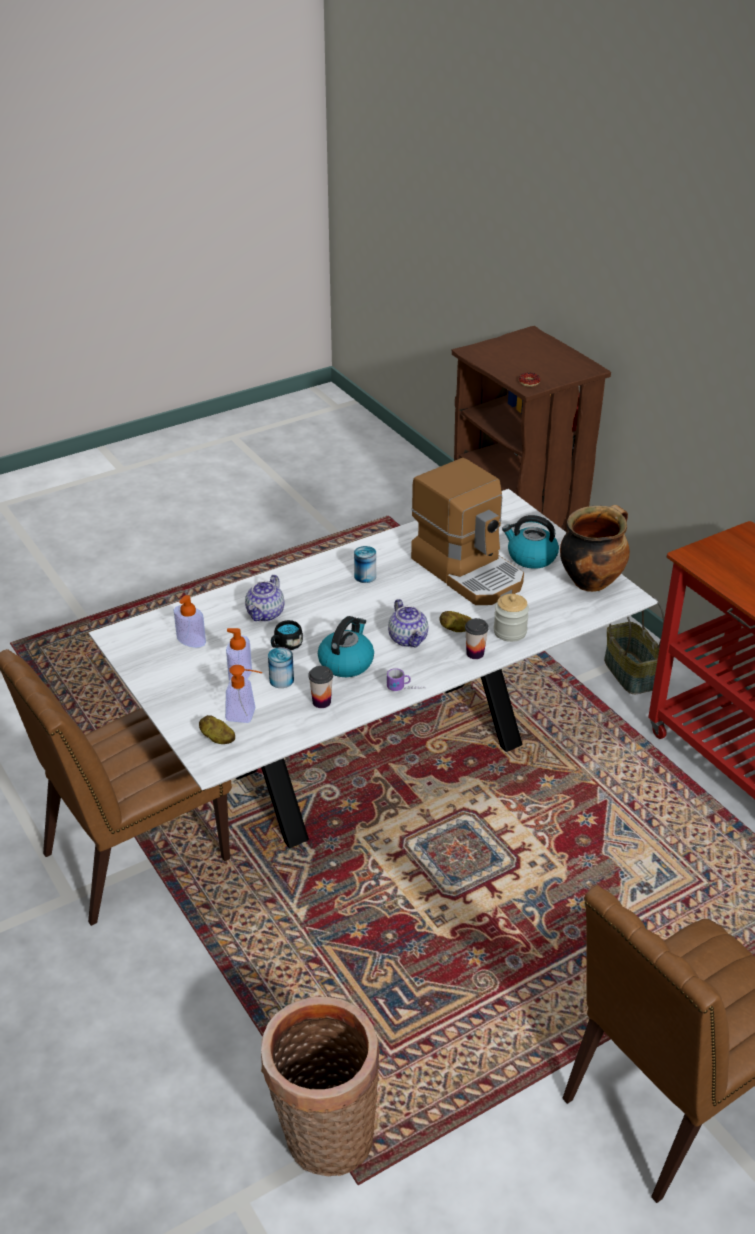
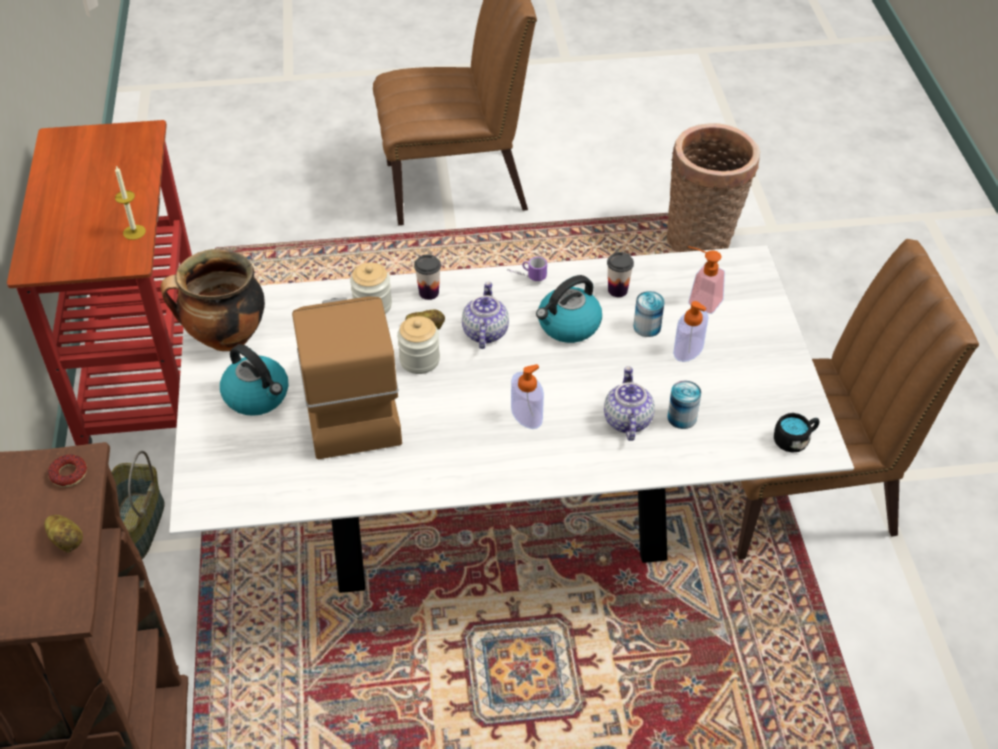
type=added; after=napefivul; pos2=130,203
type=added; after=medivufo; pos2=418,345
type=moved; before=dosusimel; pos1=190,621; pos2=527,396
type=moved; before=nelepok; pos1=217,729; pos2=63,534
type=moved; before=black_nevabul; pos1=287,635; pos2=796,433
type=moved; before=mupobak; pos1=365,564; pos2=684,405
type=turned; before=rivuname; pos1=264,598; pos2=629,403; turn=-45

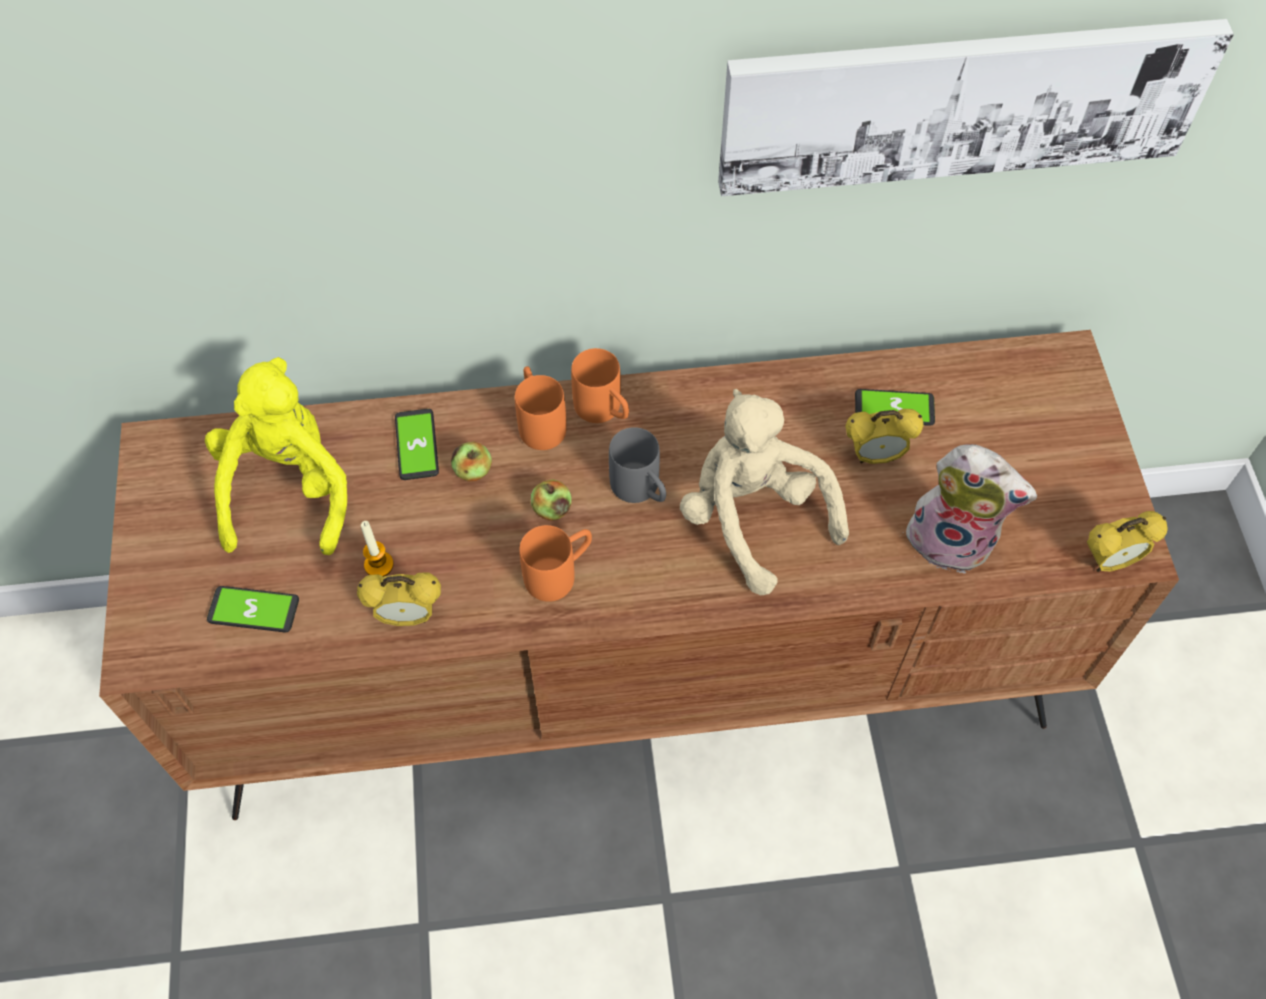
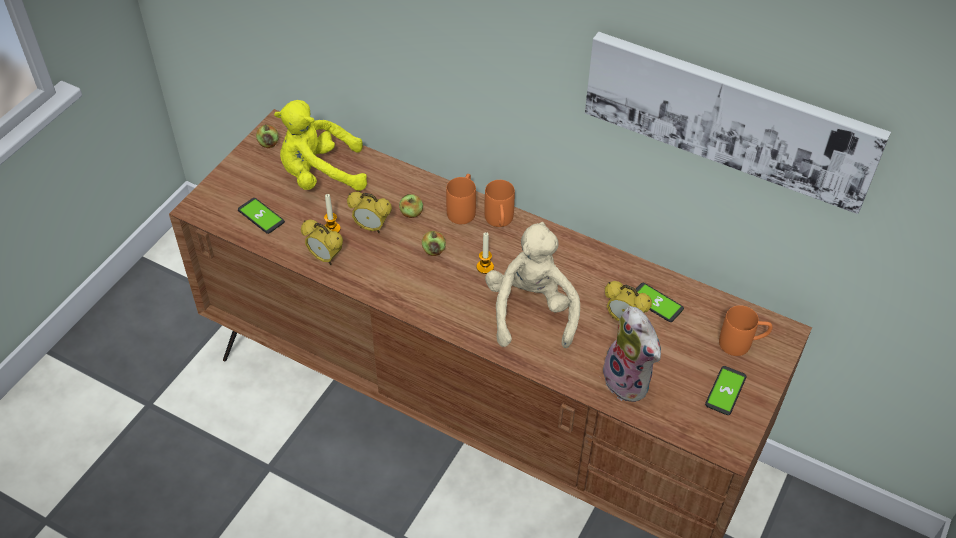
type=added; after=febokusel; pos2=267,136
type=moved; before=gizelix; pos1=417,444; pos2=726,390
type=moved; before=orange_nevabul; pos1=555,563; pos2=746,330
type=moved; before=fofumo; pos1=1127,541; pos2=369,212
type=replaced; before=grey_nevabul; after=napefivul; pos1=637,465; pos2=485,253
type=turned; before=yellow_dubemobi; pos1=276,456; pos2=320,145; turn=-135

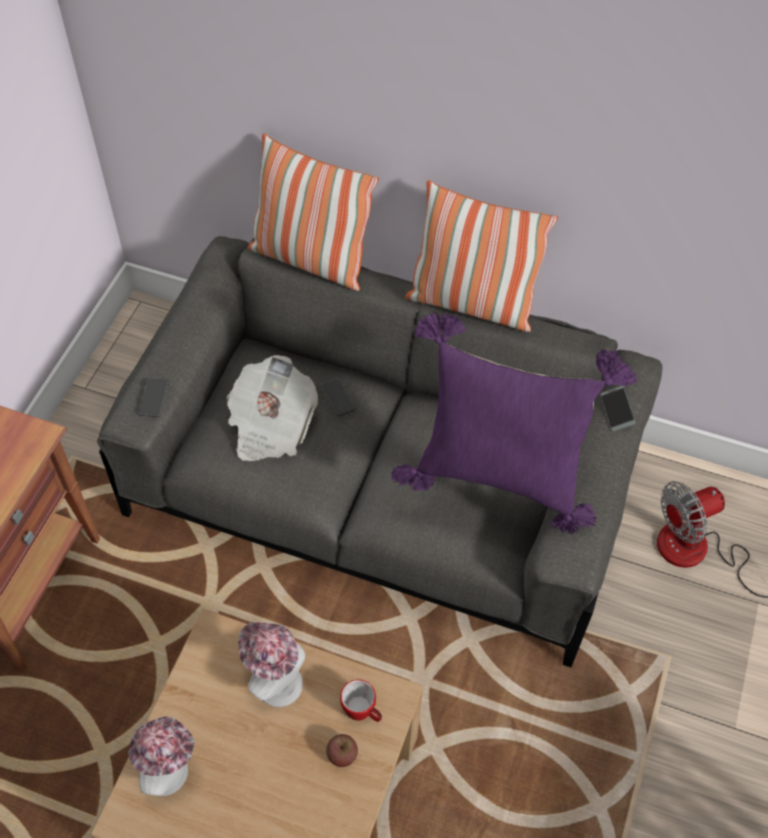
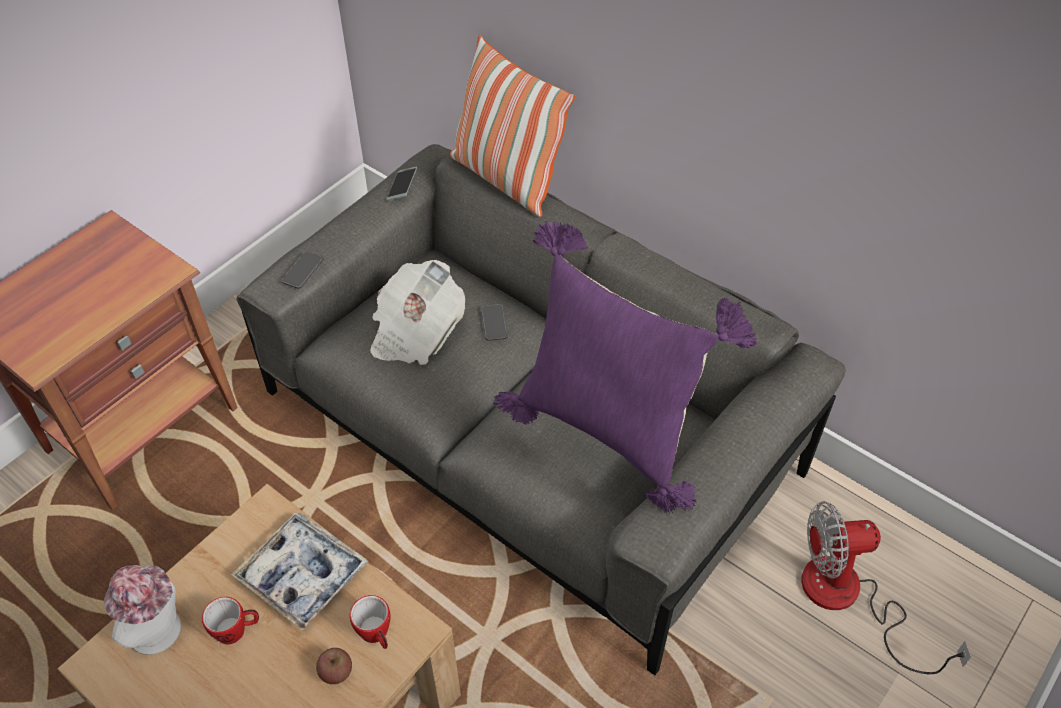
type=removed; before=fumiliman; pos1=481,256
type=added; after=nevabul; pos2=230,620
type=moved; before=gizelix; pos1=618,408; pos2=402,183
type=replaced; before=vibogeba; after=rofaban; pos1=271,664; pos2=299,572

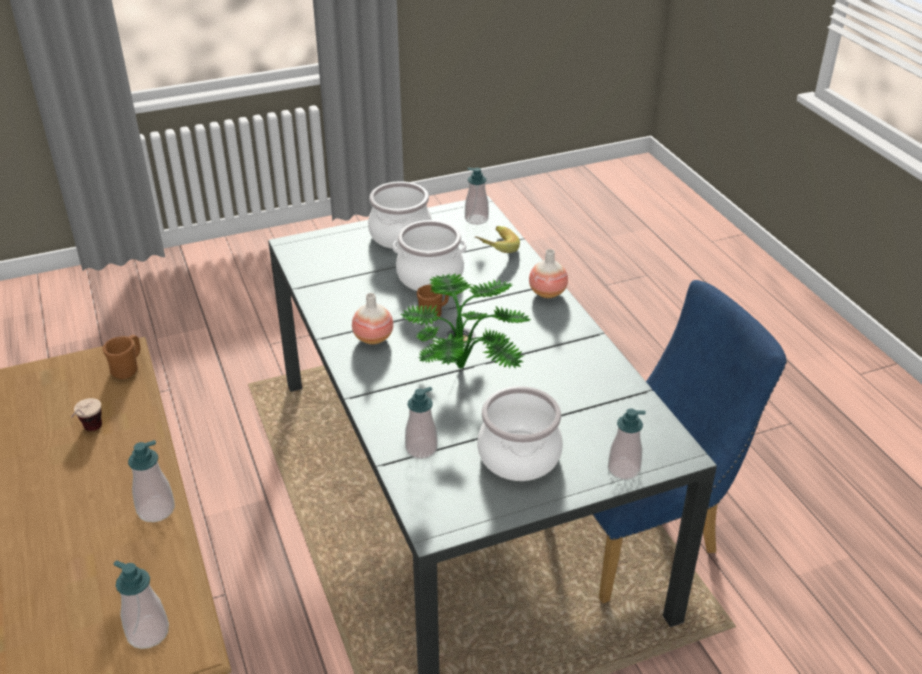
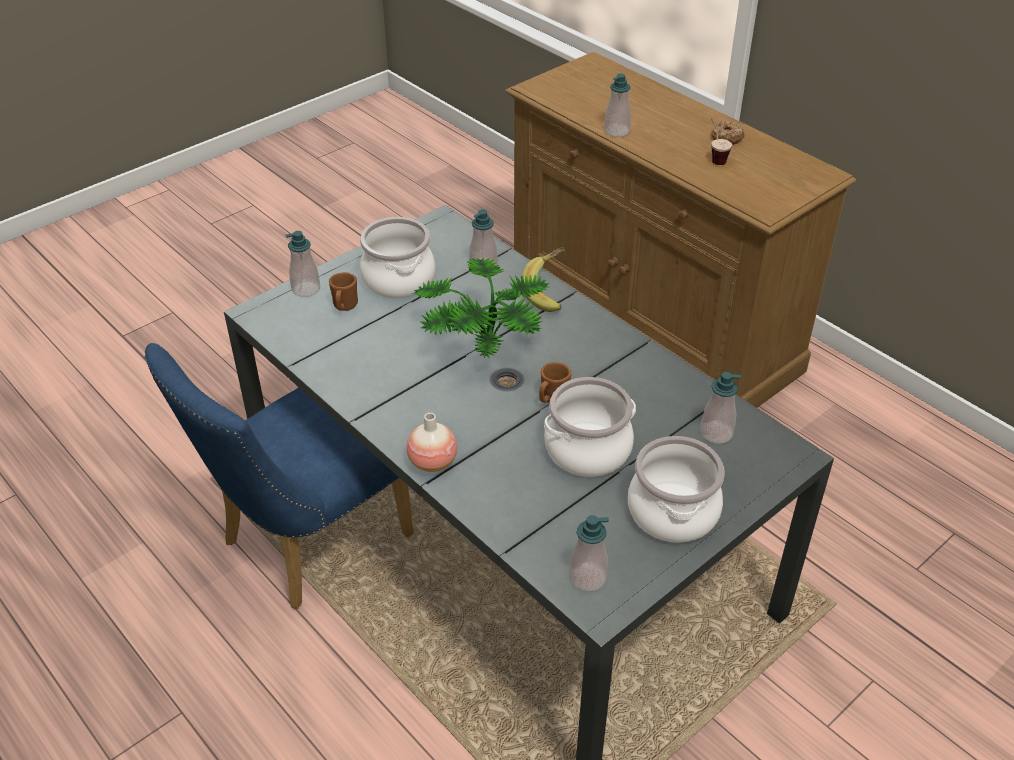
type=removed; before=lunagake; pos1=372,319
type=added; after=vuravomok; pos2=727,133
type=moved; before=brown_nevabul; pos1=121,357; pos2=343,291
type=moved; before=dosusimel; pos1=141,604; pos2=720,408
type=moved; before=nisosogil; pos1=497,239; pos2=543,279

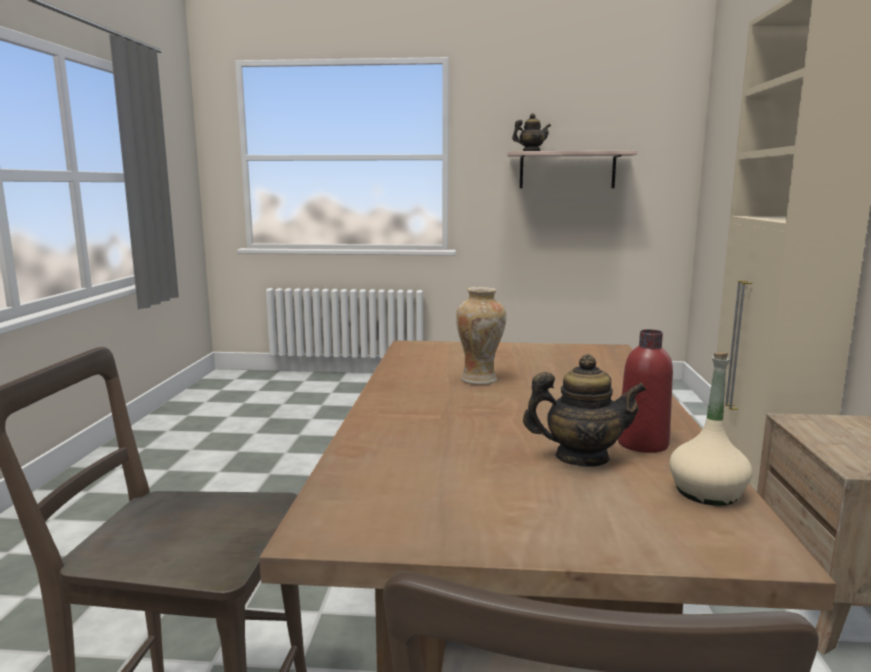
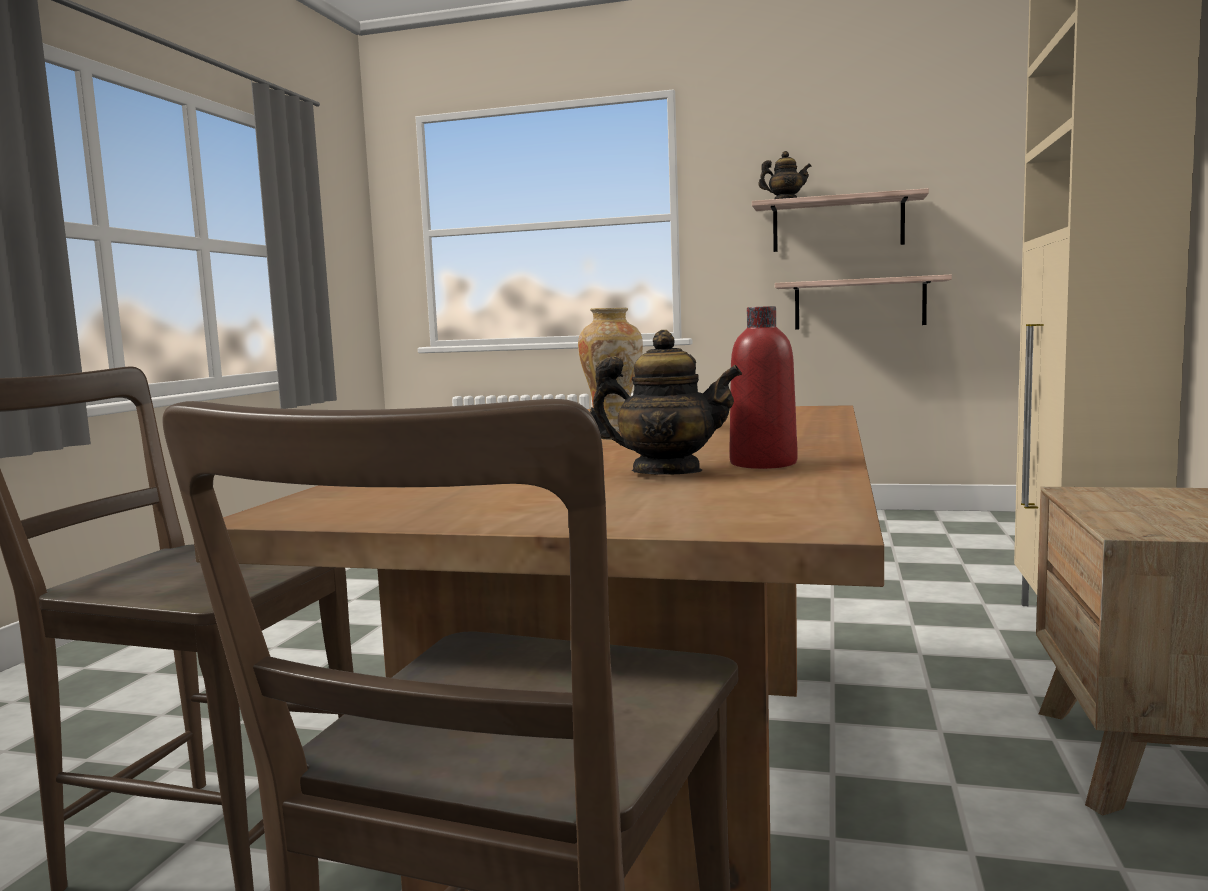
type=removed; before=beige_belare; pos1=711,429
type=added; after=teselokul; pos2=863,302

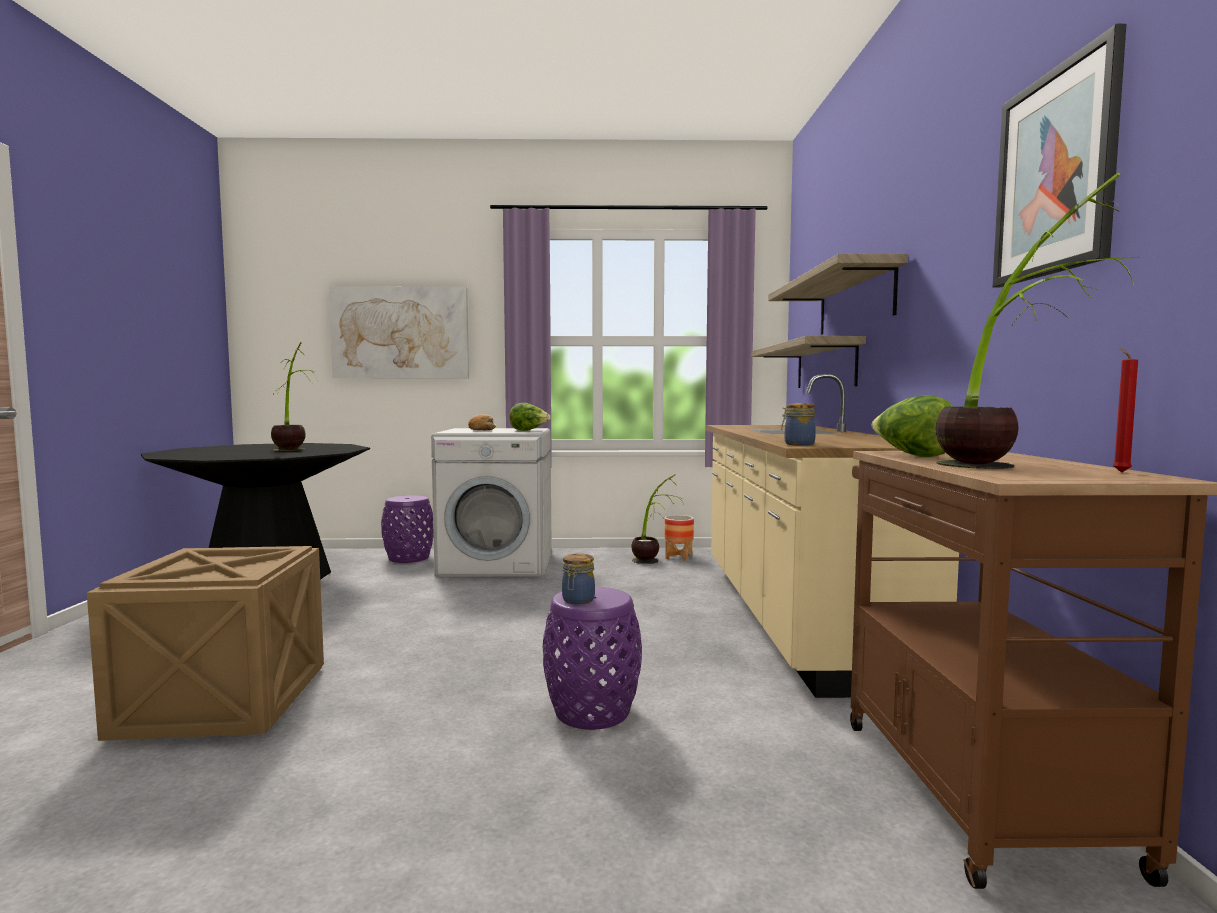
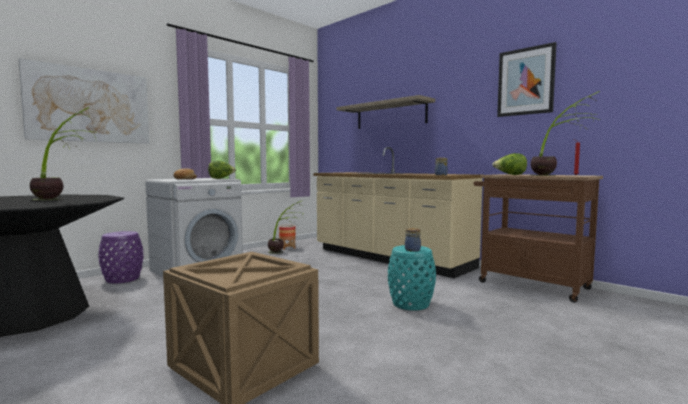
type=removed; before=teselokul; pos1=808,362
type=recoloured; before=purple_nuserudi; after=turquoise_nuserudi; pos1=592,658; pos2=412,278

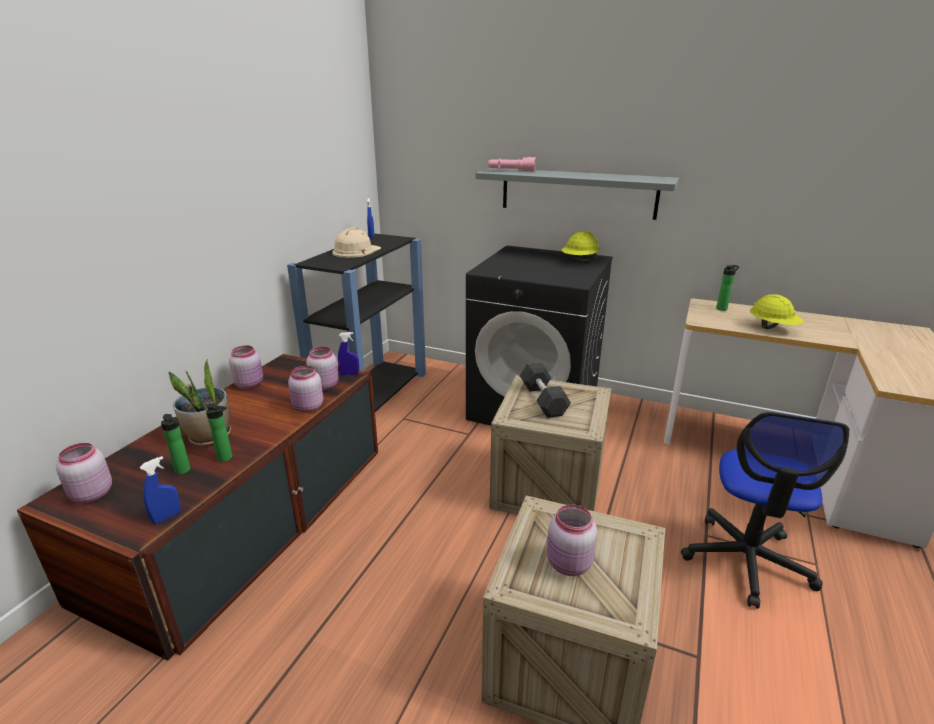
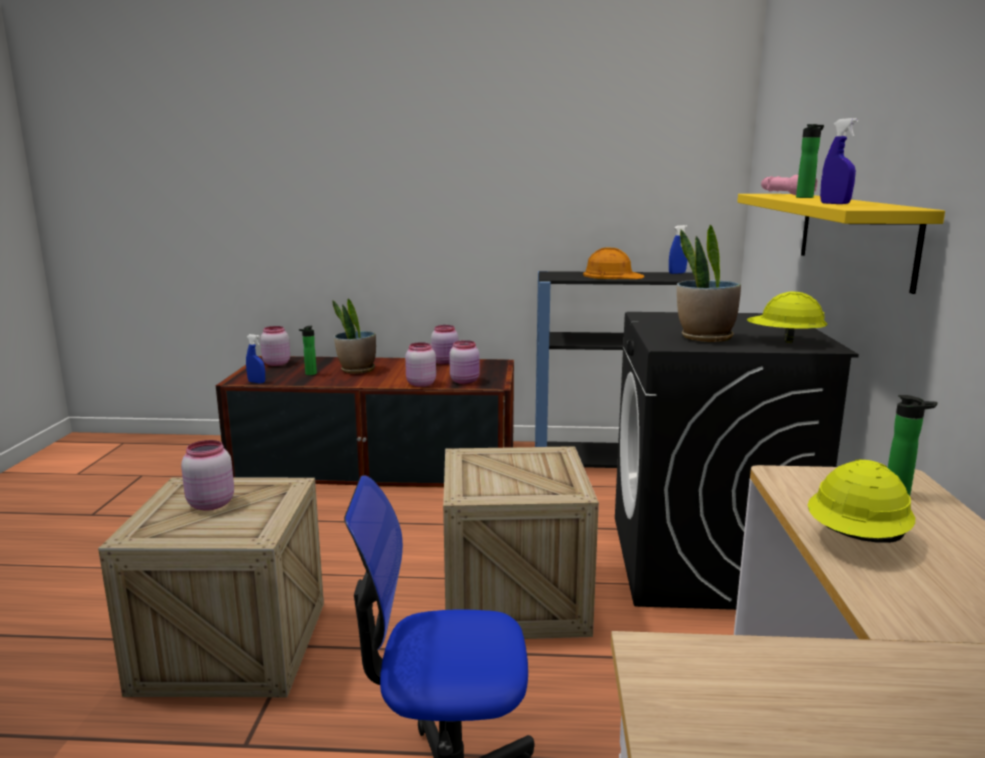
type=removed; before=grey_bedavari; pos1=545,390
type=added; after=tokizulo; pos2=709,283
type=moved; before=belare; pos1=219,433; pos2=810,161
type=moved; before=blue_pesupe; pos1=348,354; pos2=839,161
type=recoloured; before=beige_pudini; after=orange_pudini; pos1=356,242; pos2=613,263
type=recoloured; before=grey_teselokul; after=yellow_teselokul; pos1=577,194; pos2=841,244

